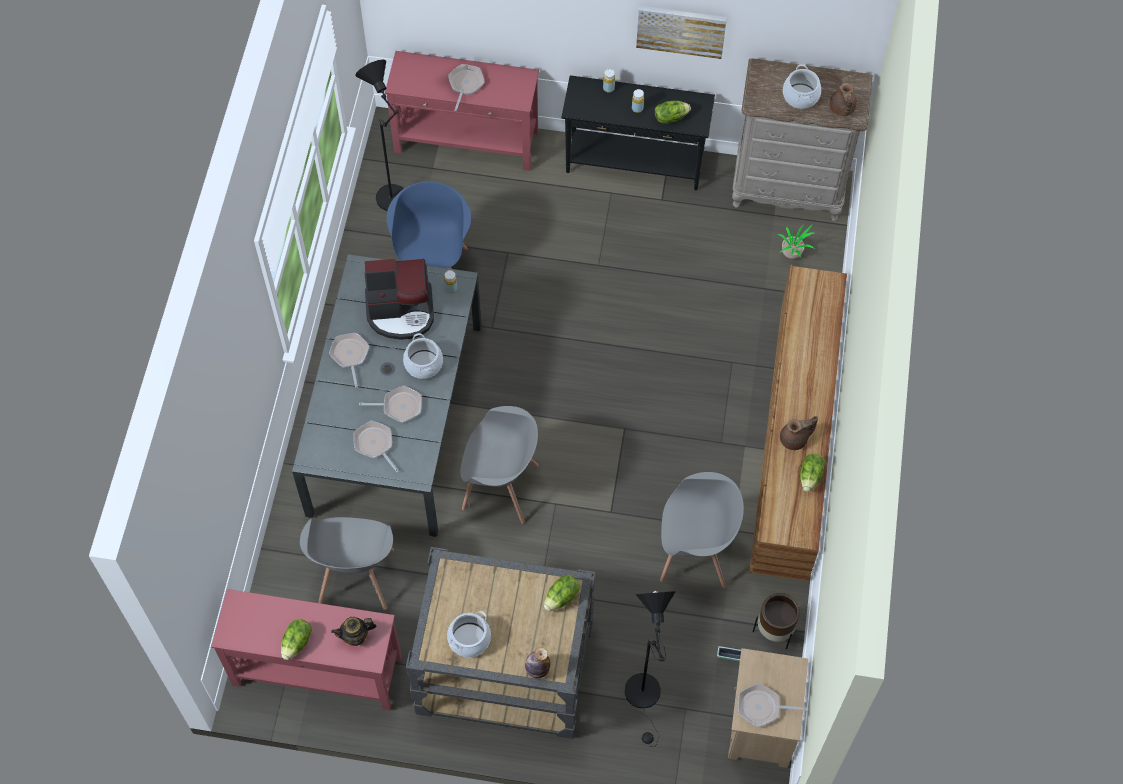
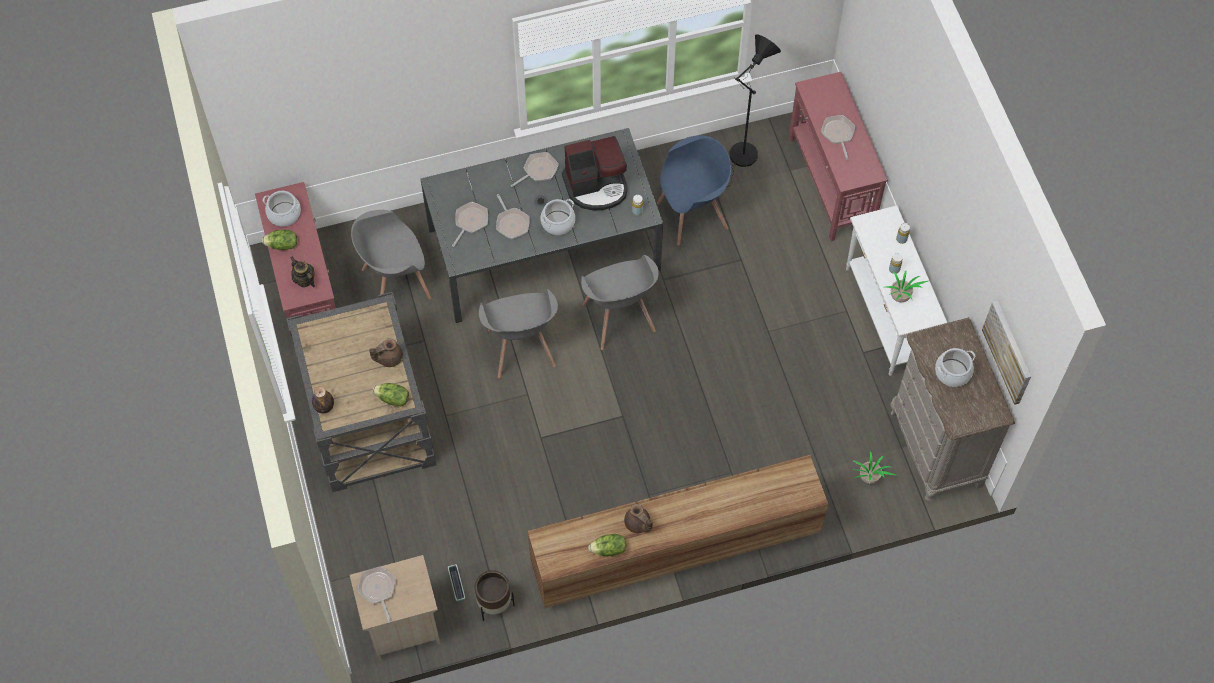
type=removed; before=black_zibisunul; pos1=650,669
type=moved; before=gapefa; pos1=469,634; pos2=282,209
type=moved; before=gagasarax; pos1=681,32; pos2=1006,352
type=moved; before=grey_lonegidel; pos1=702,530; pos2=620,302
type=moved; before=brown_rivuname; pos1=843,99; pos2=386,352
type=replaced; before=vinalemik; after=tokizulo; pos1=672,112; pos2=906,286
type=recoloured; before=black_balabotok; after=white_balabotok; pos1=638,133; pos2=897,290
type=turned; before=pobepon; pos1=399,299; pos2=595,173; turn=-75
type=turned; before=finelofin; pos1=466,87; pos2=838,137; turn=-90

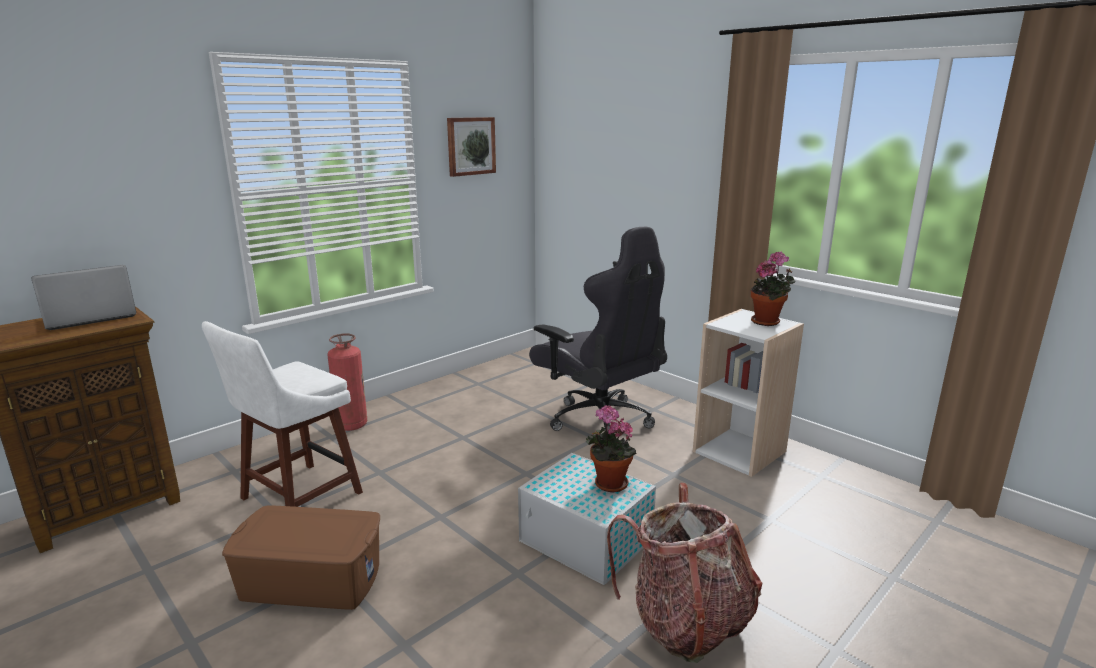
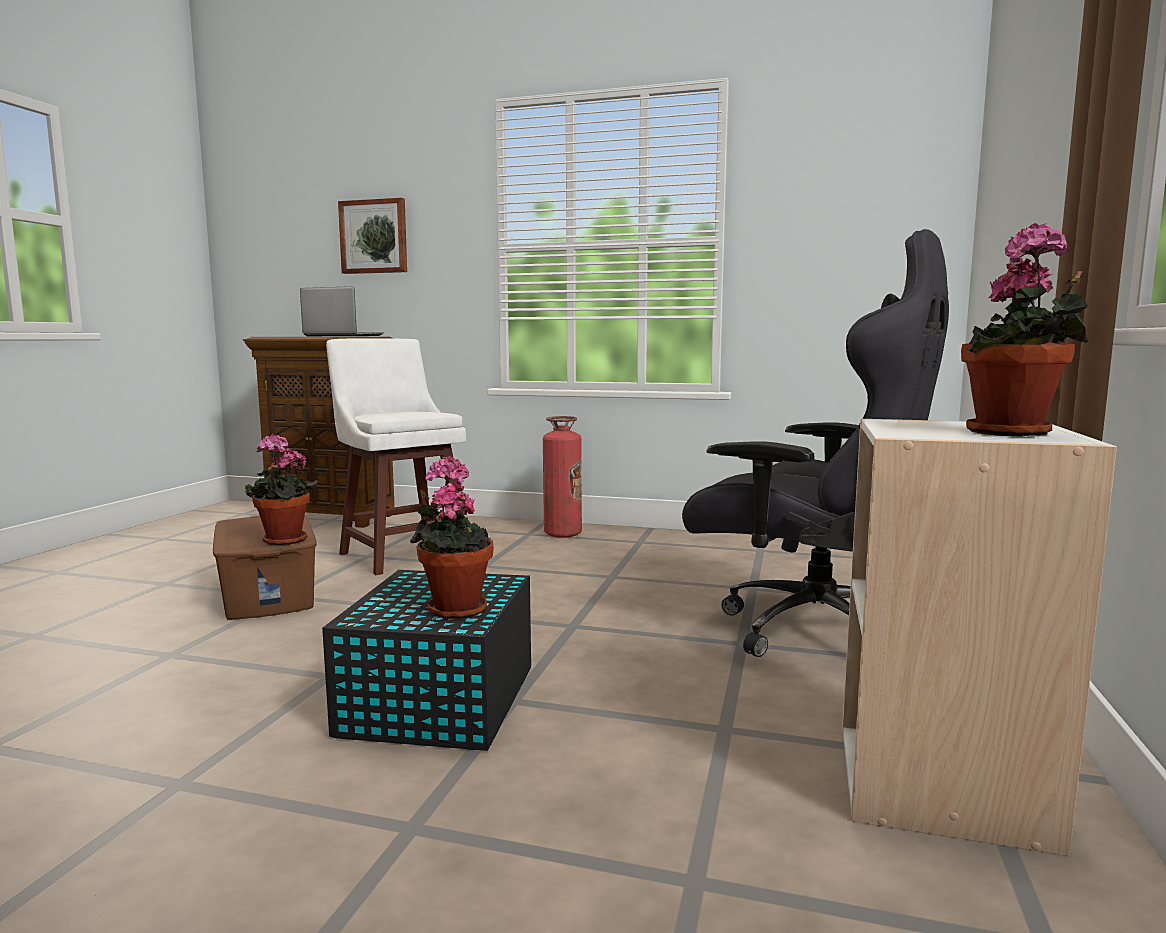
type=removed; before=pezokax; pos1=684,573
type=added; after=tokizulo; pos2=281,489
type=moved; before=gagasarax; pos1=471,147; pos2=372,236
type=recoloured; before=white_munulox; after=black_munulox; pos1=587,519; pos2=426,660
type=turned; before=white_lonegidel; pos1=282,414; pos2=396,456; turn=45
type=turned; before=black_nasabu; pos1=598,329; pos2=815,443; turn=-75

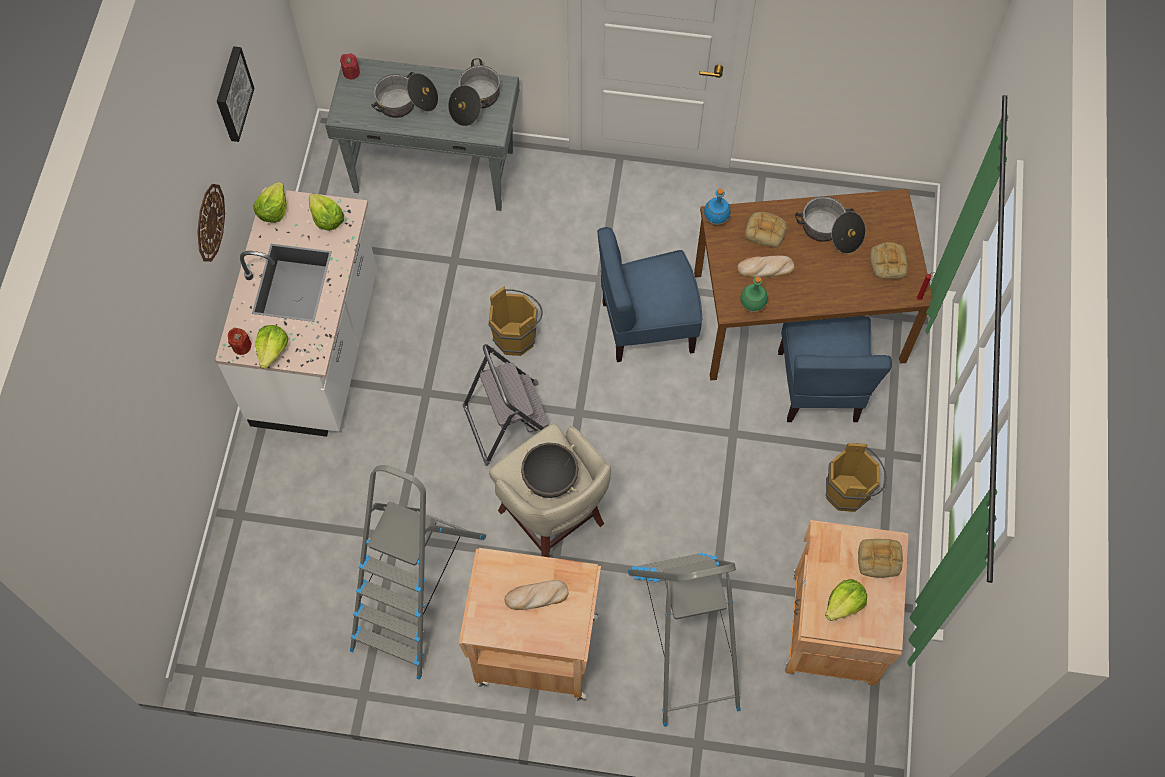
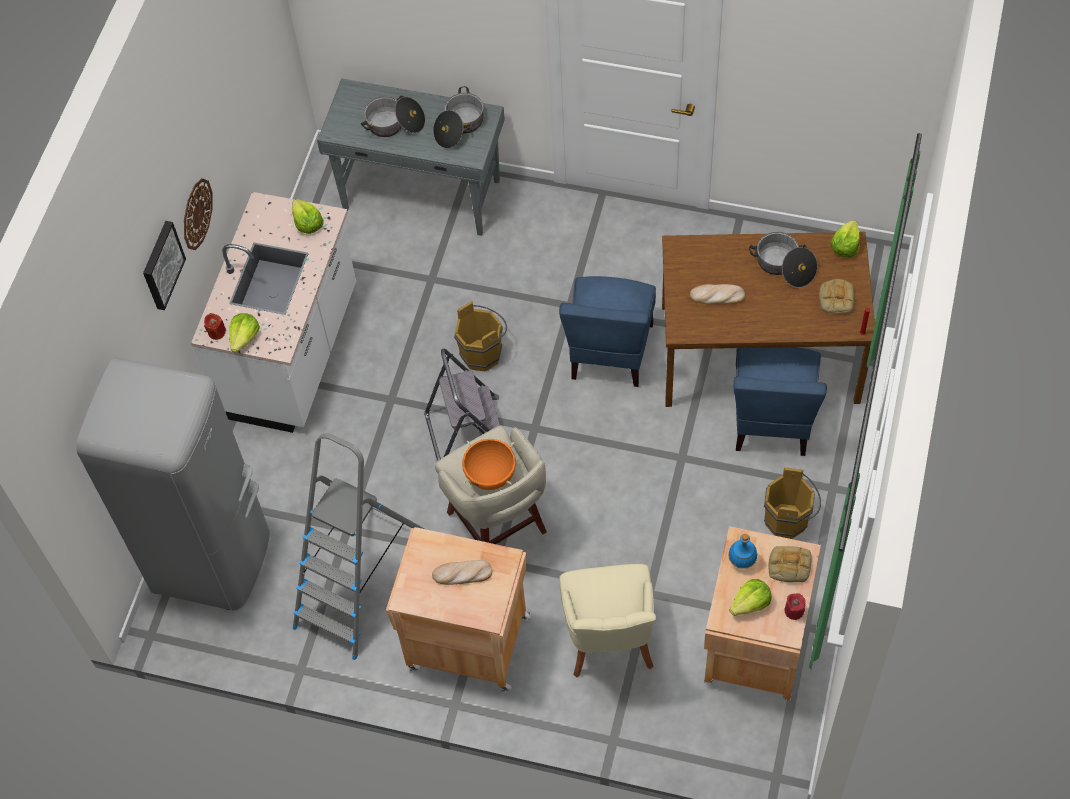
type=removed; before=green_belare; pos1=754,294
type=removed; before=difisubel; pos1=766,230
type=added; after=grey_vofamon; pos2=173,484
type=moved; before=gagasarax; pos1=235,94; pos2=164,265
type=moved; before=vinalemik; pos1=270,202; pos2=845,239
type=moved; before=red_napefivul; pos1=350,66; pos2=795,606
type=moved; before=blue_belare; pos1=717,207; pos2=742,551
type=replaced; before=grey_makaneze; after=beige_lonegidel; pos1=684,640; pos2=608,620
type=recoloured; before=black_gapefa; after=orange_gapefa; pos1=550,470; pos2=489,464
type=turned; before=blue_lonegidel; pos1=649,294; pos2=607,331; turn=-75

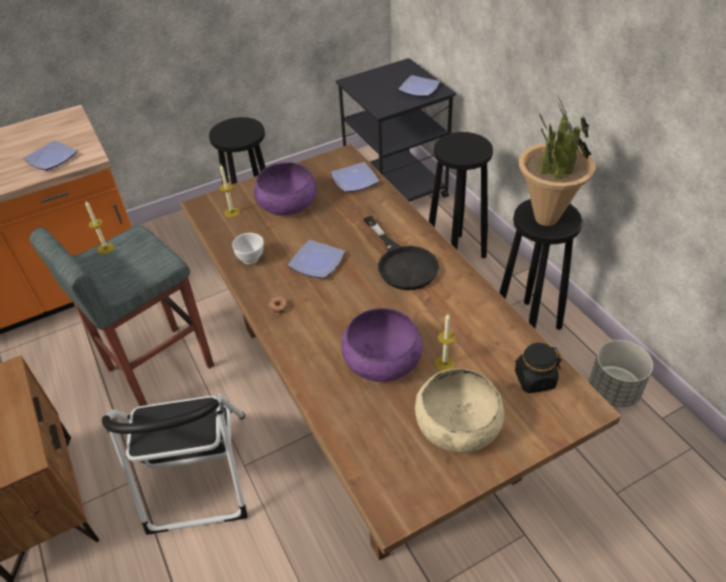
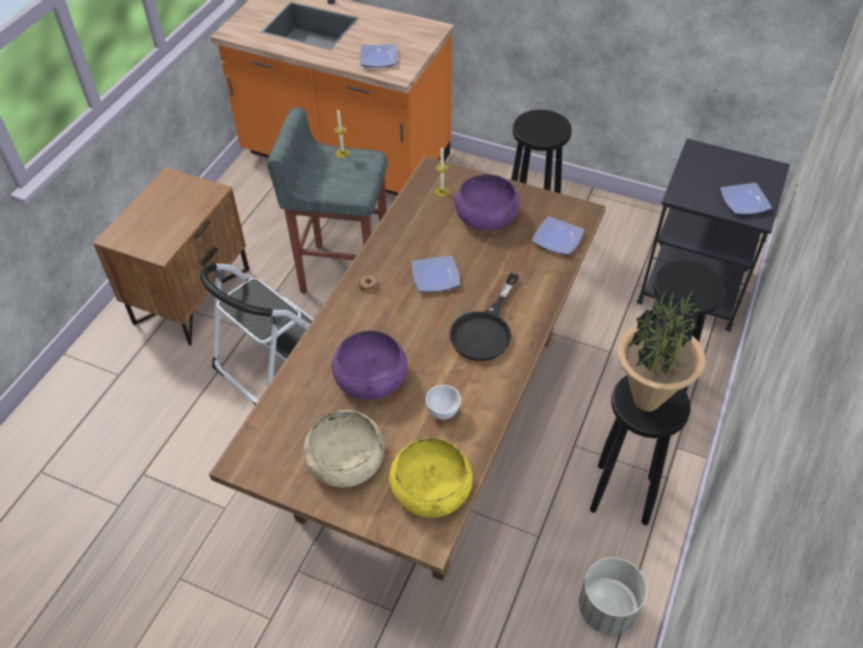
type=removed; before=napefivul; pos1=445,342
type=moved; before=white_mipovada; pos1=248,248; pos2=443,402
type=replaced; before=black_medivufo; after=yellow_mipovada; pos1=538,368; pos2=431,478

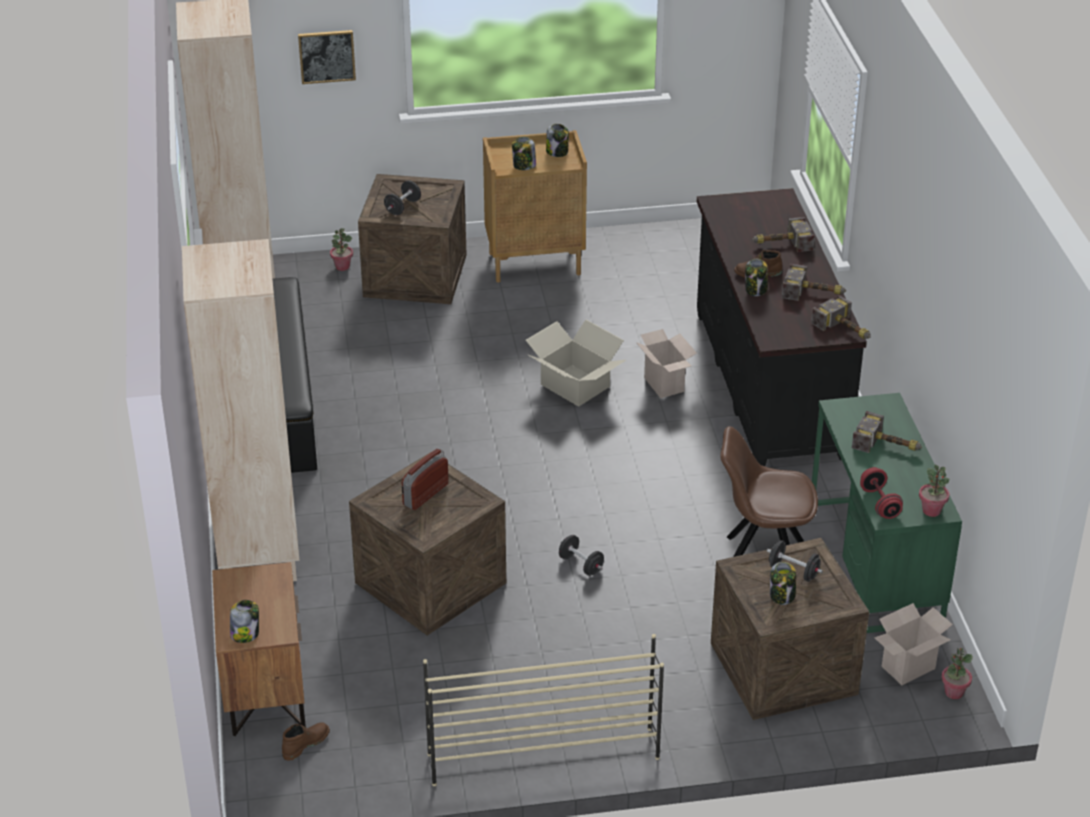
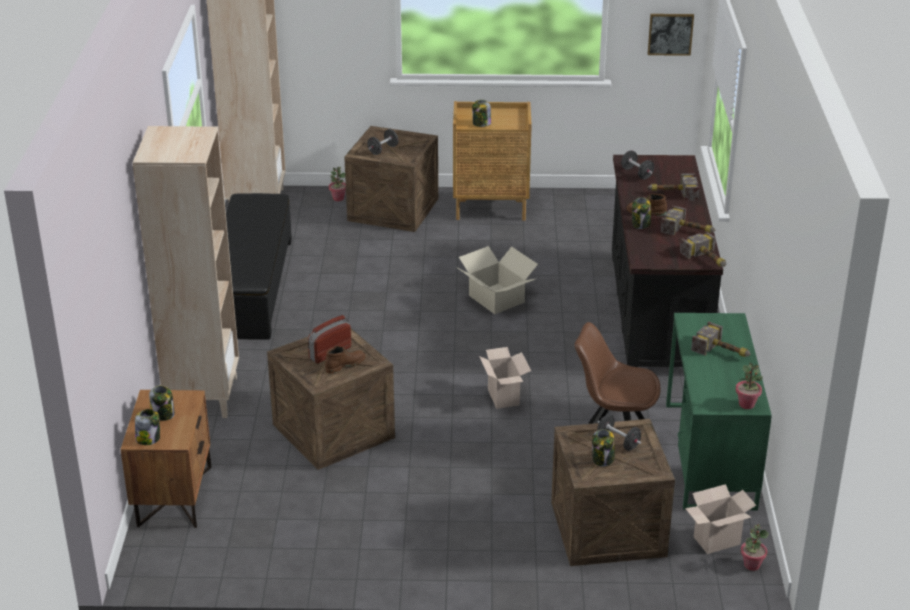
type=removed; before=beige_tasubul; pos1=543,710
type=removed; before=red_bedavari; pos1=881,493
type=moved; before=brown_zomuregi; pos1=306,741; pos2=345,360
type=moved; before=gagasarax; pos1=327,57; pos2=671,35
type=moved; before=medivufo; pos1=557,140; pos2=162,403
type=moved; before=black_bedavari; pos1=581,555; pos2=637,164
type=moved; before=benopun; pos1=666,363; pos2=505,378

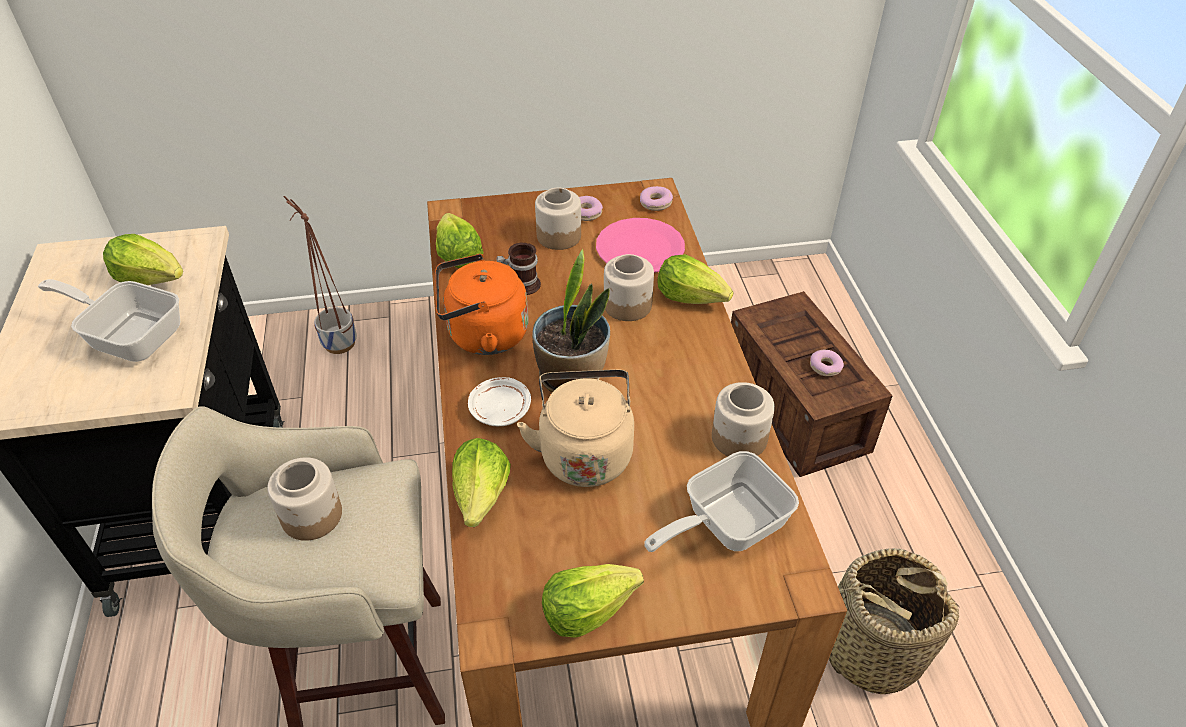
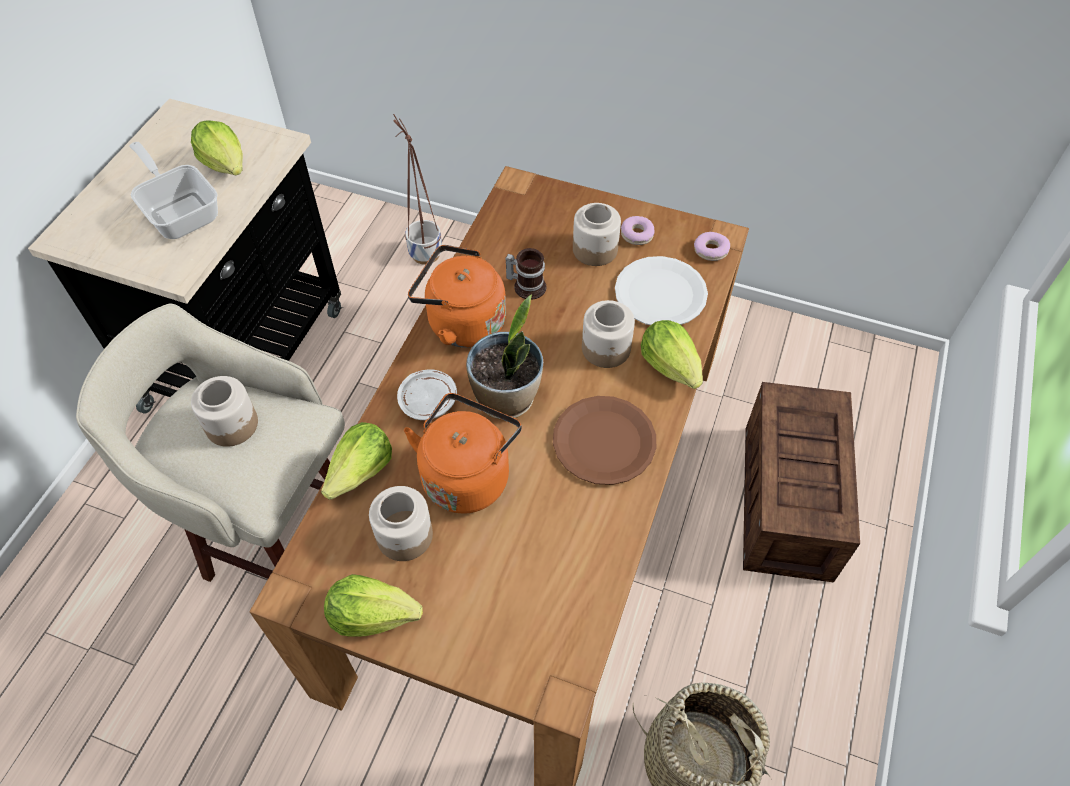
type=removed; before=vinalemik; pos1=460,240
type=removed; before=finelofin; pos1=721,501
type=removed; before=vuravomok; pos1=827,363
type=added; after=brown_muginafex; pos2=604,440
type=moved; before=medivufo; pos1=743,419; pos2=401,523
type=recoloured; before=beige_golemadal; after=orange_golemadal; pos1=575,428; pos2=463,453
type=recoloured; before=pink_muginafex; after=white_muginafex; pos1=640,245; pos2=661,290

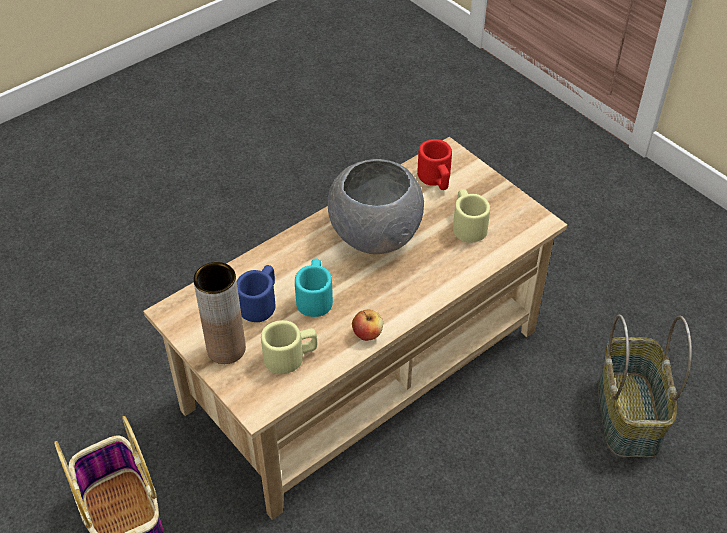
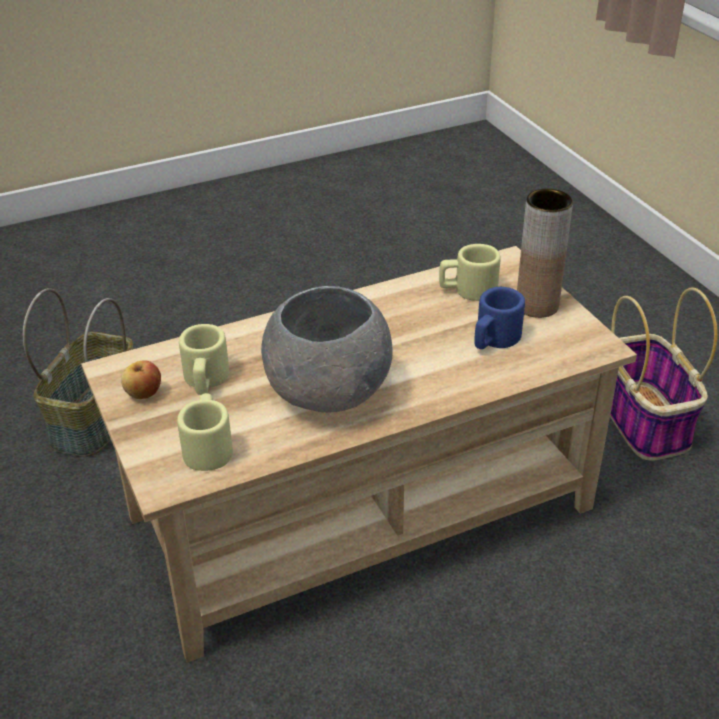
type=removed; before=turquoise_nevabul; pos1=314,287
type=moved; before=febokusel; pos1=367,325; pos2=141,379
type=recoloured; before=red_nevabul; after=beige_nevabul; pos1=434,164; pos2=205,432

